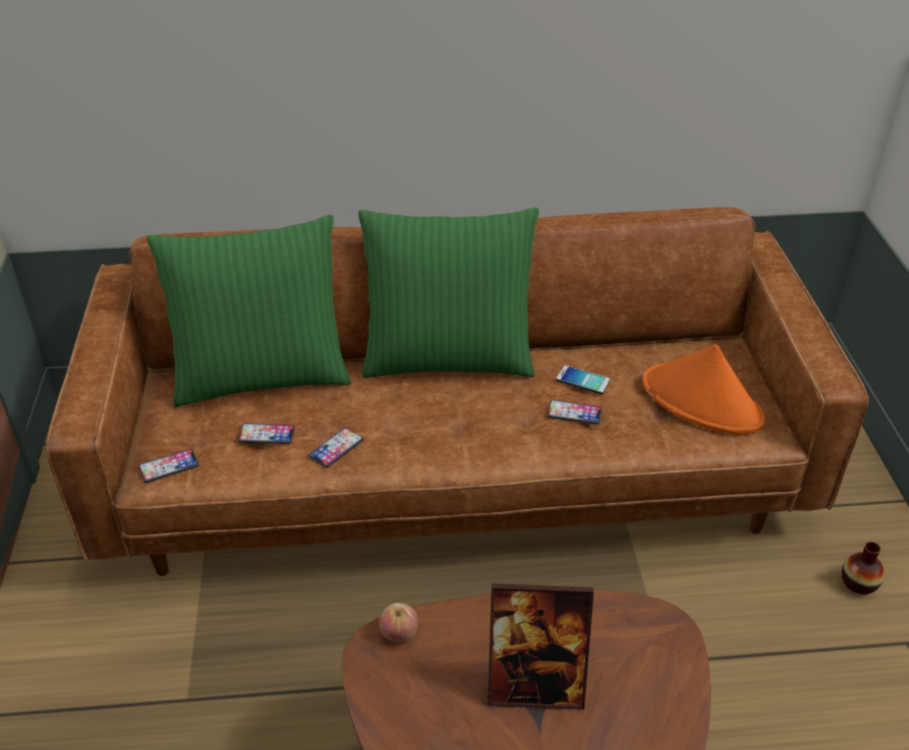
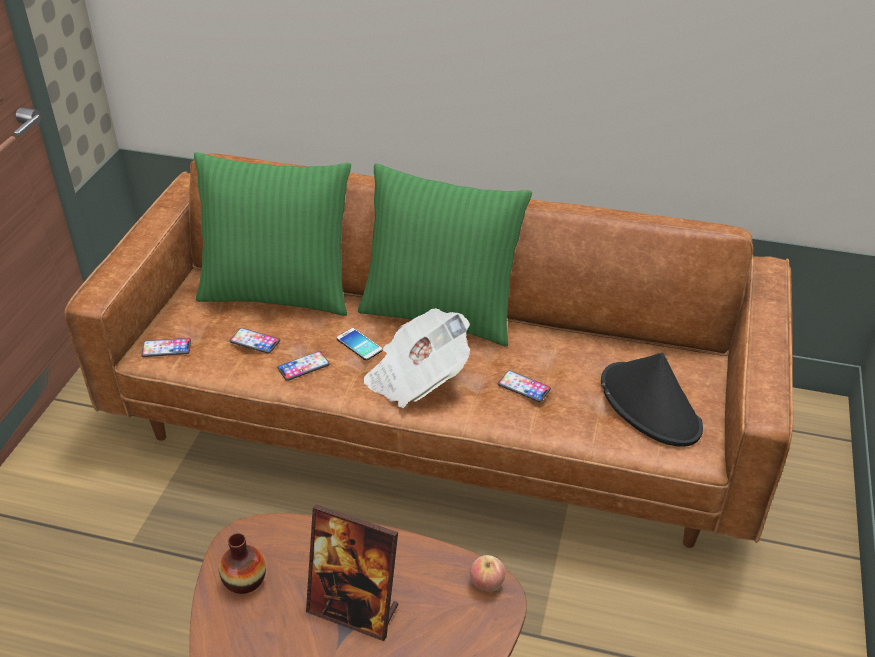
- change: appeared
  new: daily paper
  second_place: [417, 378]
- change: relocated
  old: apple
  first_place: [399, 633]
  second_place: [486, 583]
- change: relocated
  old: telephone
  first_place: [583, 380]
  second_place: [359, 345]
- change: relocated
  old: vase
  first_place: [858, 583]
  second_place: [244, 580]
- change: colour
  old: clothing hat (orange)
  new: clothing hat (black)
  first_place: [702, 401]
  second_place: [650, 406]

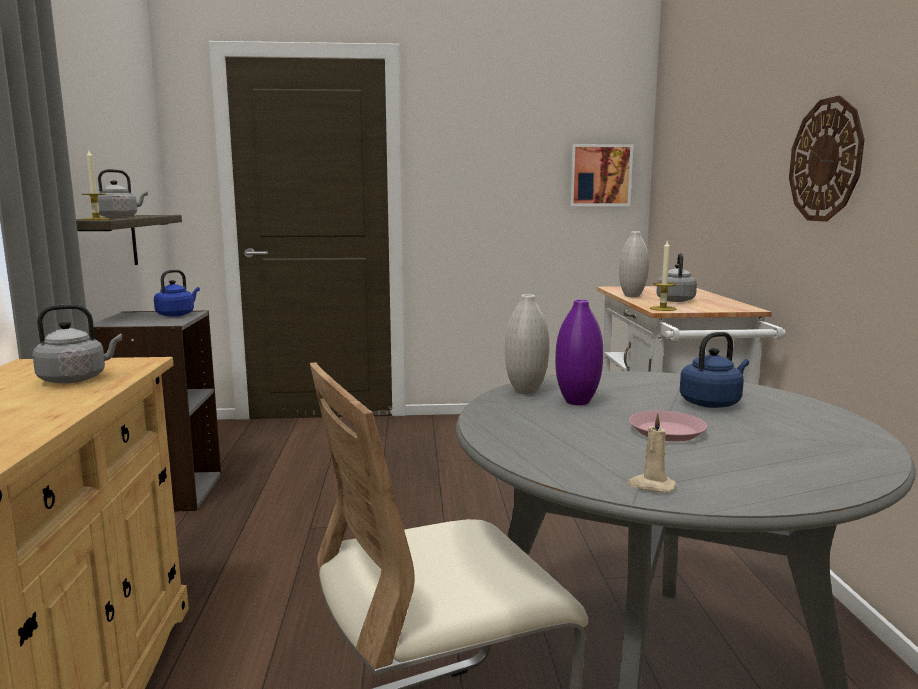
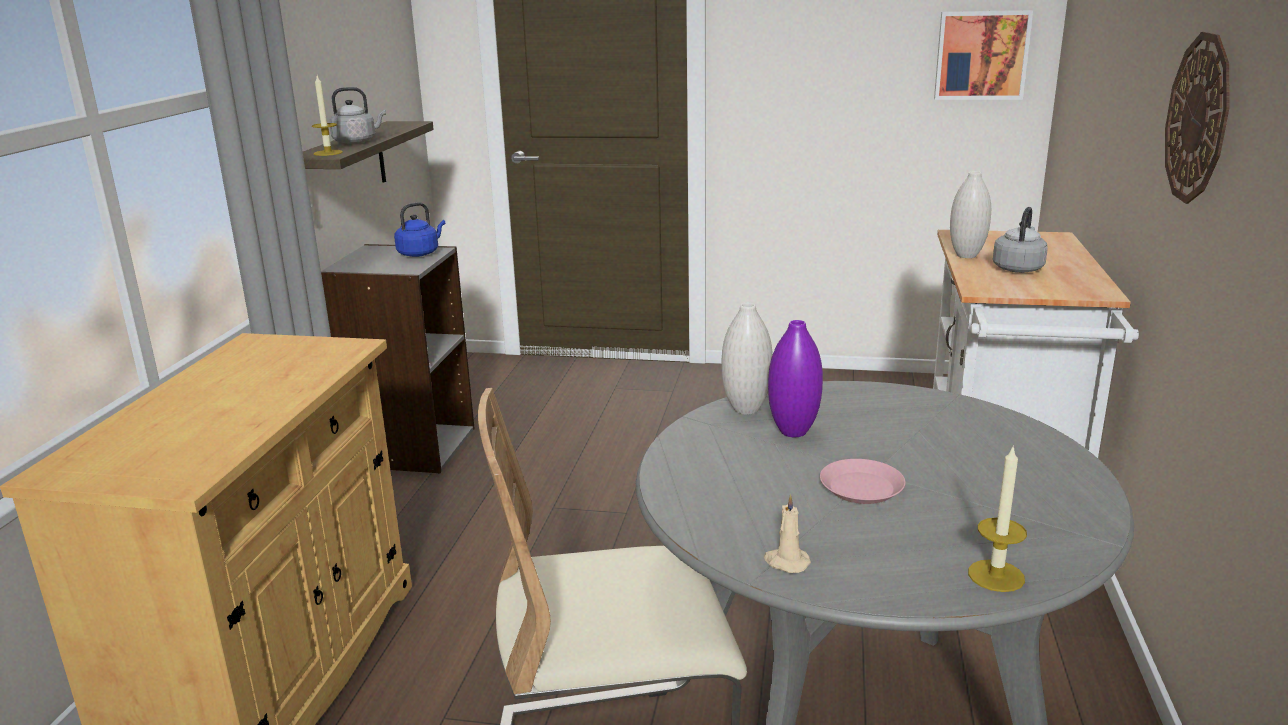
- change: missing
  old: tea kettle (grey)
  first_place: [76, 379]
- change: missing
  old: tea kettle (blue-coloured)
  first_place: [712, 403]
- change: relocated
  old: wax candle
  first_place: [663, 308]
  second_place: [996, 576]

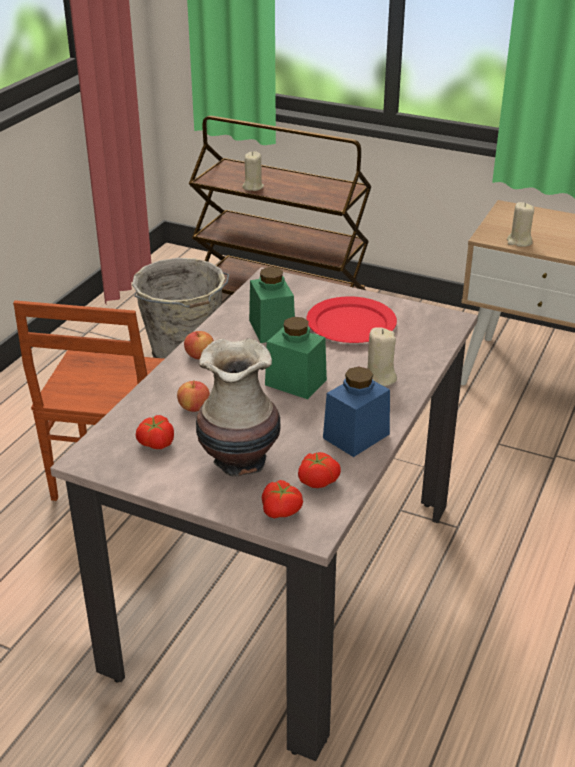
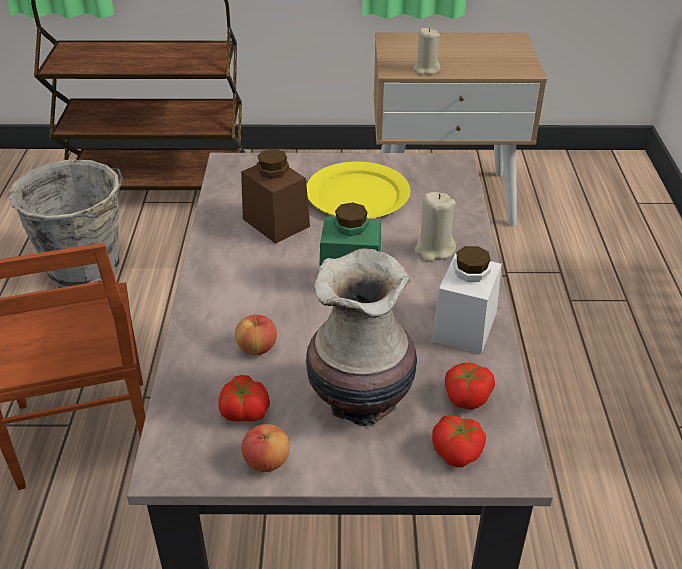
- change: missing
  old: wax candle (beige-coloured)
  first_place: [253, 187]
- change: relocated
  old: apple
  first_place: [199, 355]
  second_place: [266, 461]
- change: colour
  old: jar (green-coloured)
  new: jar (brown)
  first_place: [272, 329]
  second_place: [276, 222]
- change: colour
  old: dinner plate (reddish)
  new: dinner plate (yellowish)
  first_place: [350, 324]
  second_place: [356, 195]
- change: colour
  old: jar (blue-coloured)
  new: jar (white)
  first_place: [356, 436]
  second_place: [464, 327]

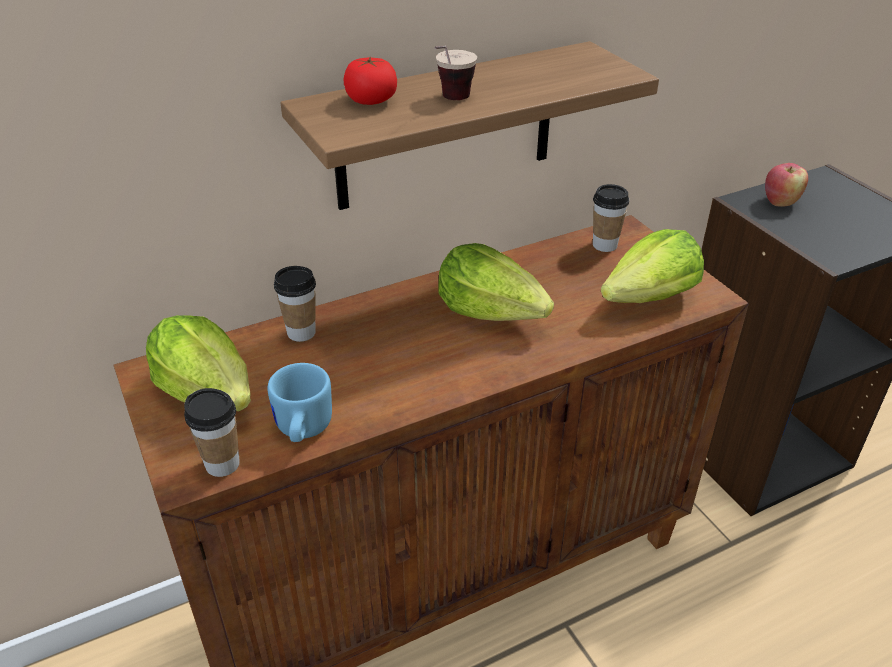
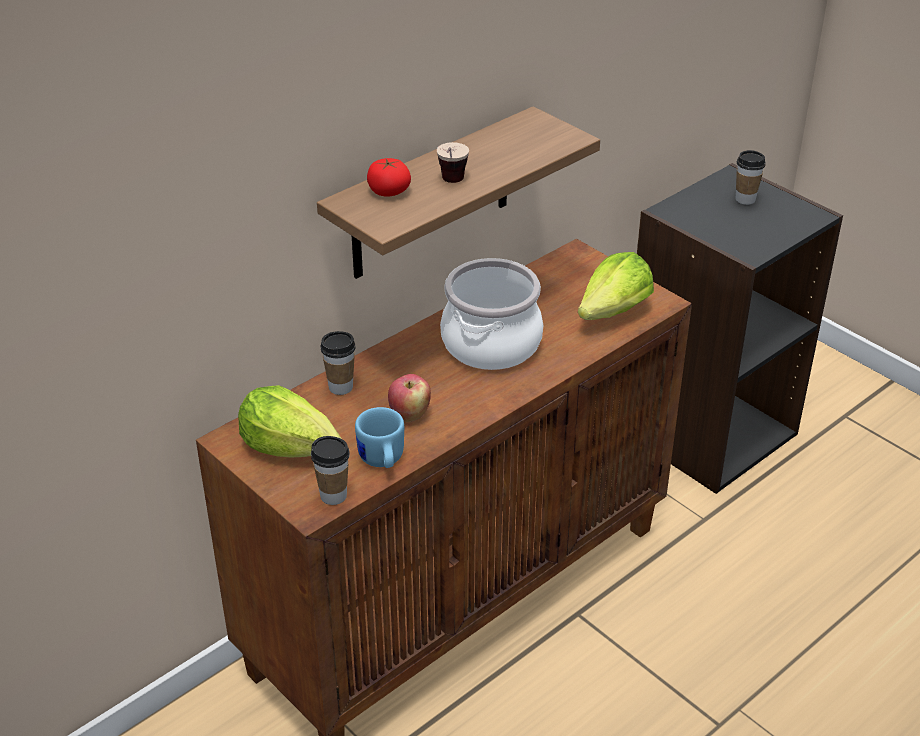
- change: relocated
  old: small cup
  first_place: [604, 245]
  second_place: [745, 199]
- change: relocated
  old: apple
  first_place: [780, 202]
  second_place: [409, 415]
- change: exchanged
  old: lettuce
  new: saucepot
  first_place: [491, 311]
  second_place: [490, 343]

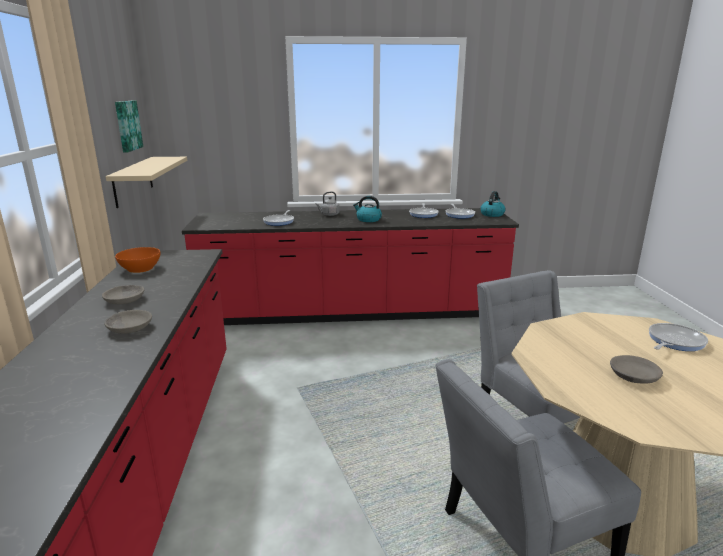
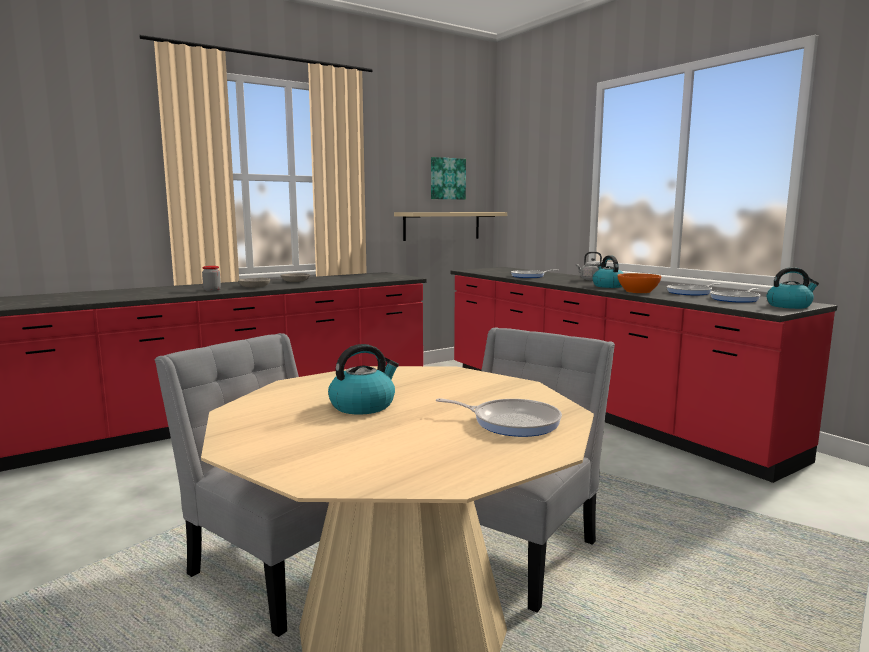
- change: appeared
  new: jar
  second_place: [212, 290]
- change: relocated
  old: deep dish (orange)
  first_place: [140, 268]
  second_place: [638, 291]
- change: exchanged
  old: deep dish (grey)
  new: tea kettle
  first_place: [632, 376]
  second_place: [363, 405]

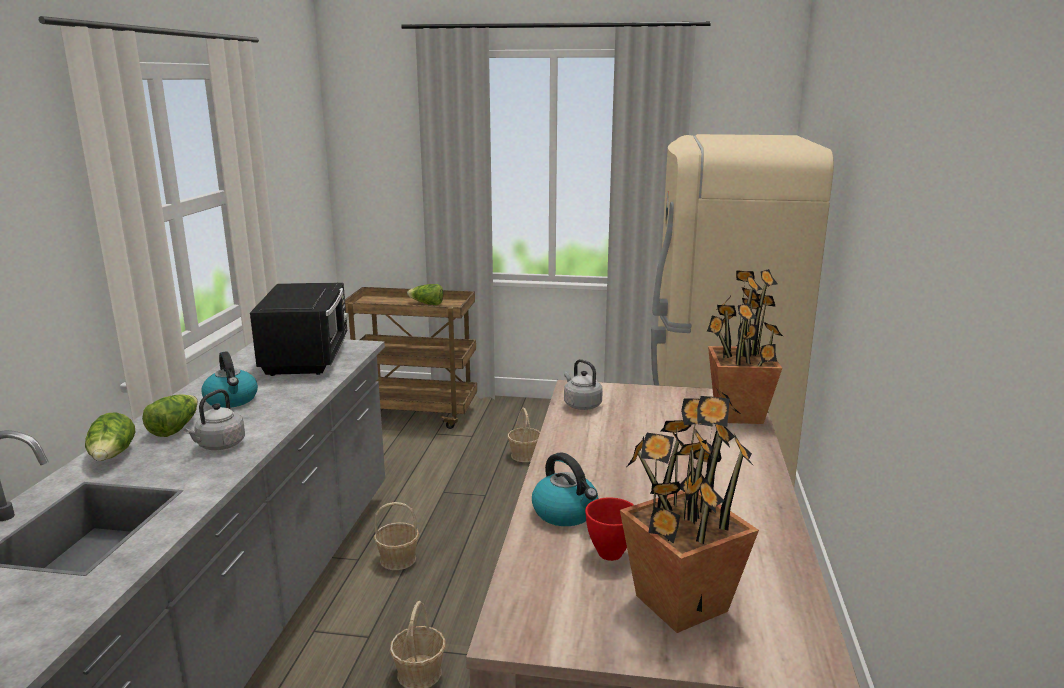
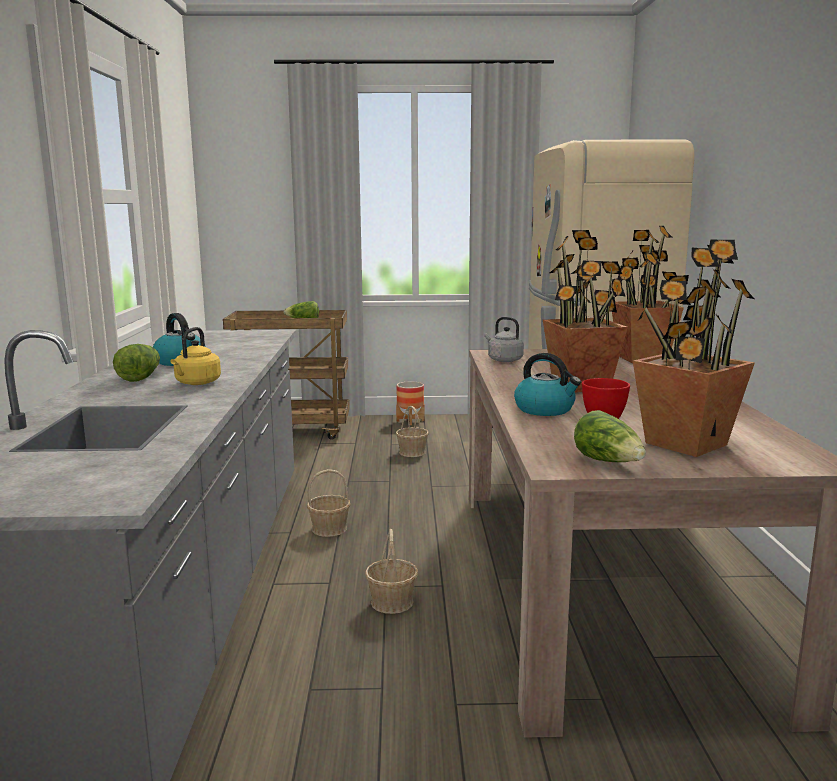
- change: missing
  old: microwave (black)
  first_place: [307, 357]
- change: appeared
  new: plant pot
  second_place: [410, 421]
- change: appeared
  new: plant in a pot
  second_place: [581, 386]
- change: relocated
  old: lettuce
  first_place: [112, 456]
  second_place: [609, 462]
- change: colour
  old: tea kettle (grey)
  new: tea kettle (yellowish)
  first_place: [219, 445]
  second_place: [196, 383]

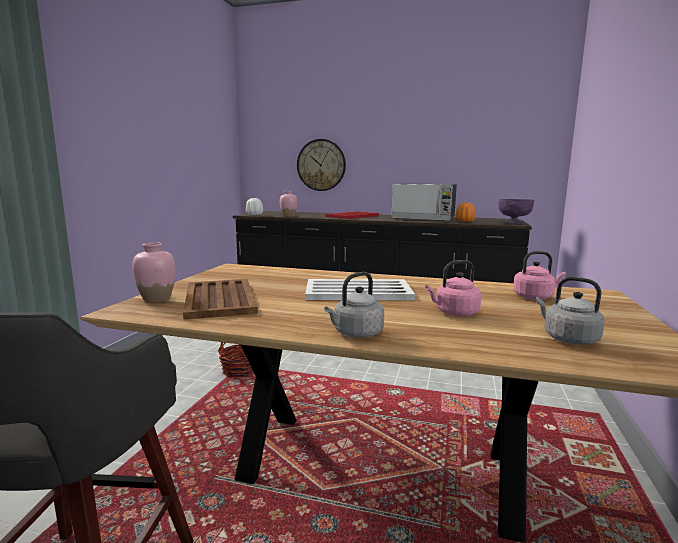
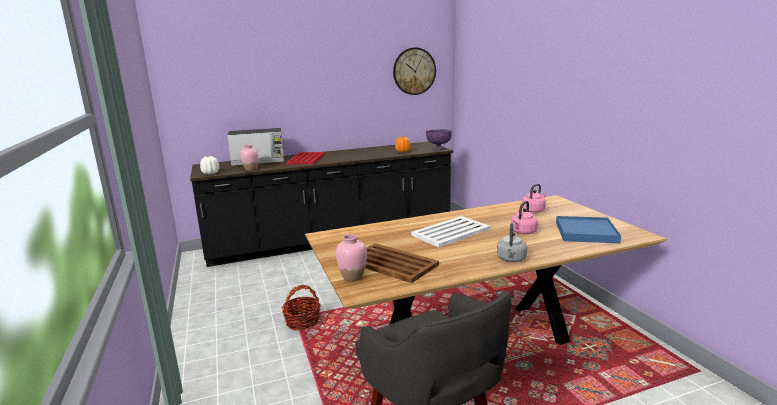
- change: relocated
  old: hanging clock
  first_place: [321, 165]
  second_place: [414, 71]
- change: relocated
  old: microwave
  first_place: [423, 219]
  second_place: [258, 161]
- change: exchanged
  old: tea kettle (grey)
  new: tray (blue-coloured)
  first_place: [567, 338]
  second_place: [586, 232]

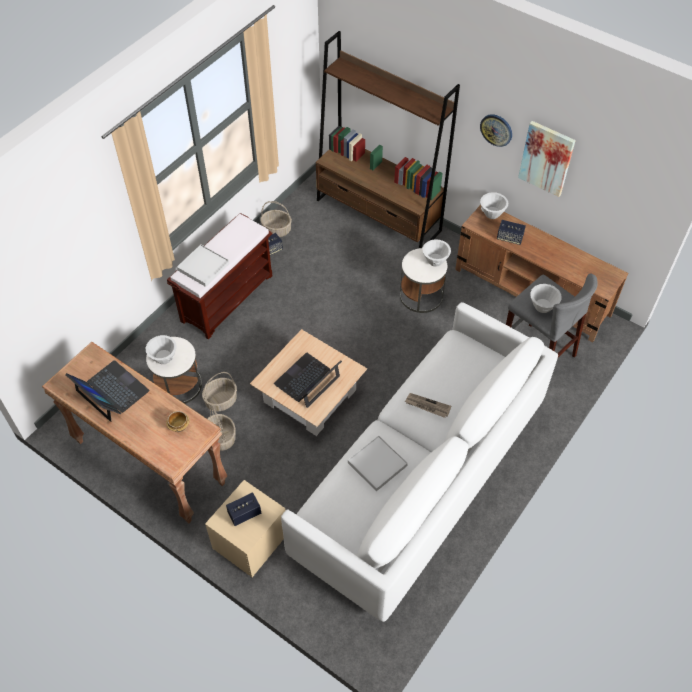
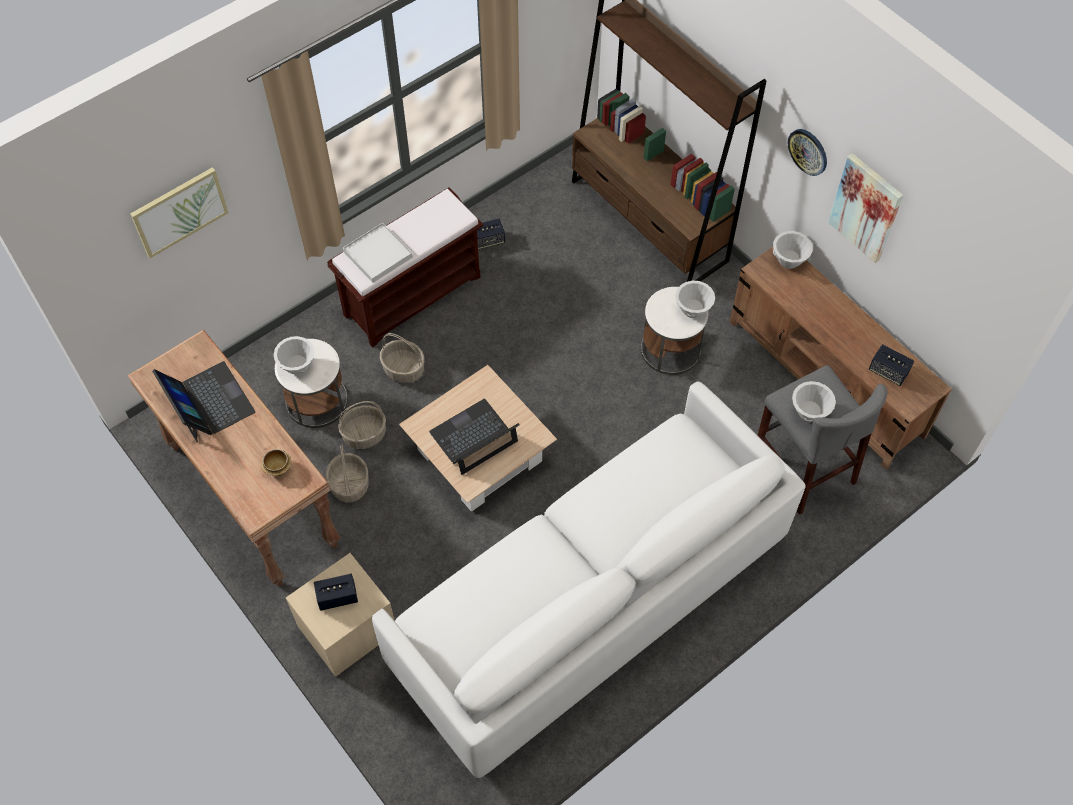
- change: missing
  old: tray (white)
  first_place: [377, 464]
- change: missing
  old: daily paper
  first_place: [427, 406]
- change: appeared
  new: wall art
  second_place: [179, 211]
- change: relocated
  old: household basket
  first_place: [277, 230]
  second_place: [404, 369]
- change: relocated
  old: loudspeaker
  first_place: [509, 238]
  second_place: [888, 372]

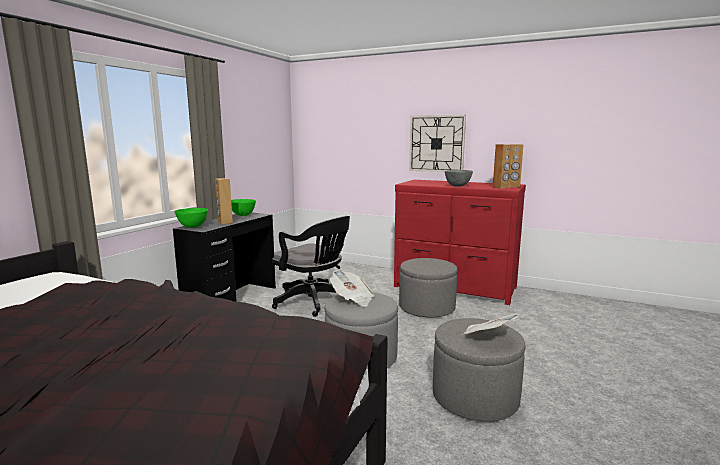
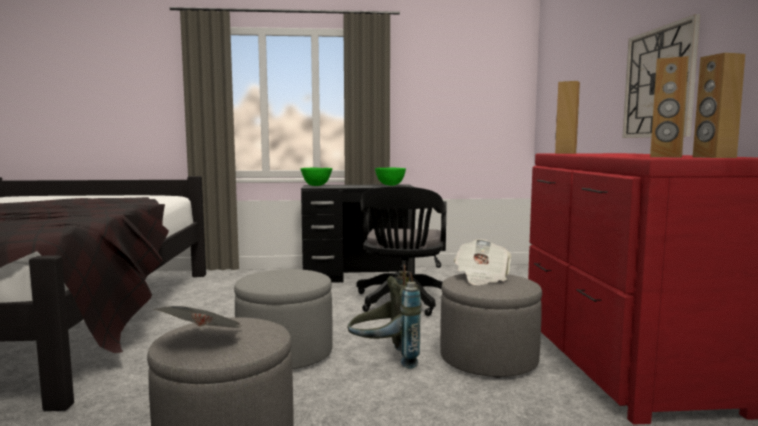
- change: missing
  old: deep dish (grey)
  first_place: [457, 186]
- change: appeared
  new: knapsack (grey)
  second_place: [385, 359]
- change: relocated
  old: loudspeaker (brown)
  first_place: [225, 222]
  second_place: [565, 153]
- change: relocated
  old: daily paper
  first_place: [352, 299]
  second_place: [482, 277]

